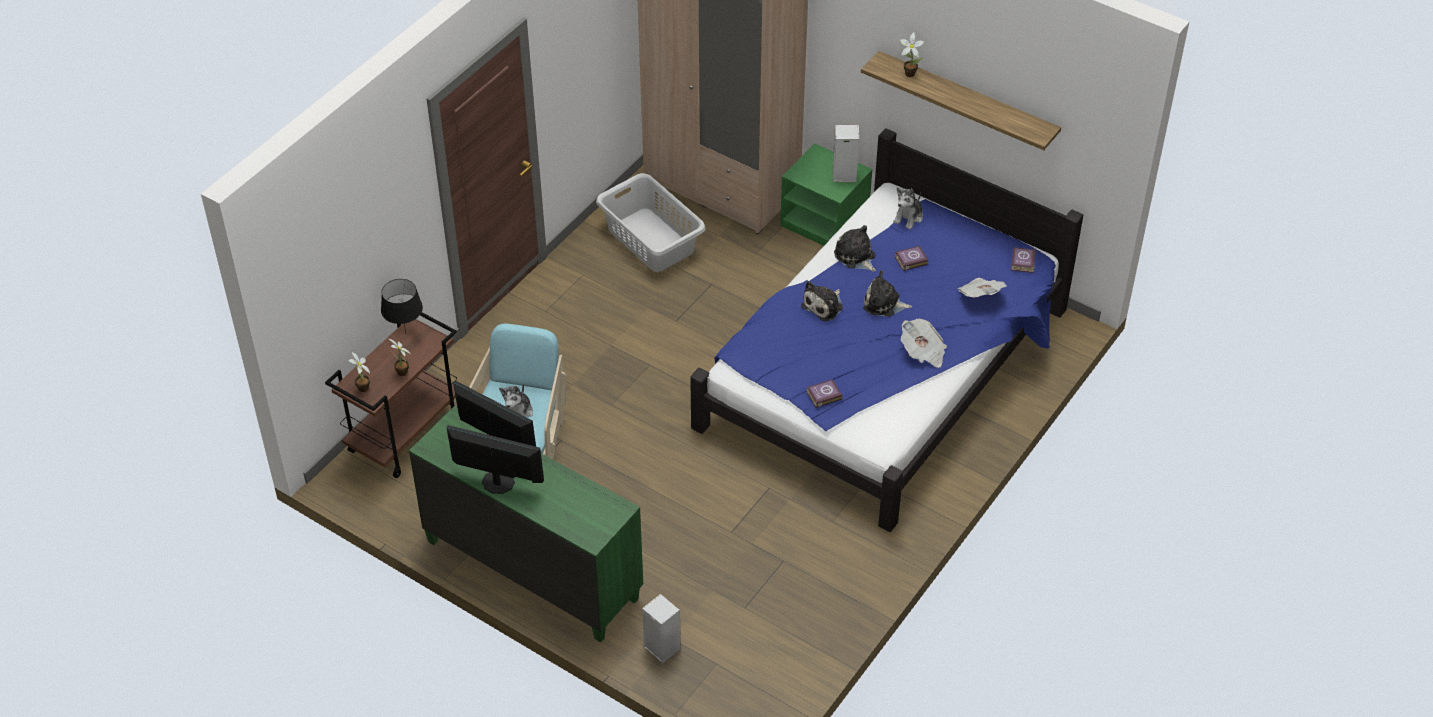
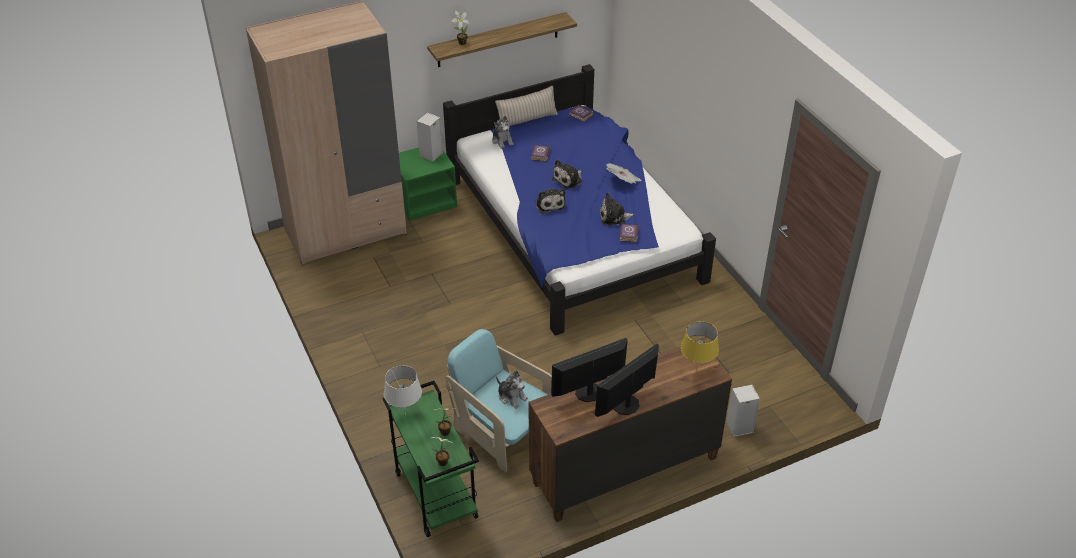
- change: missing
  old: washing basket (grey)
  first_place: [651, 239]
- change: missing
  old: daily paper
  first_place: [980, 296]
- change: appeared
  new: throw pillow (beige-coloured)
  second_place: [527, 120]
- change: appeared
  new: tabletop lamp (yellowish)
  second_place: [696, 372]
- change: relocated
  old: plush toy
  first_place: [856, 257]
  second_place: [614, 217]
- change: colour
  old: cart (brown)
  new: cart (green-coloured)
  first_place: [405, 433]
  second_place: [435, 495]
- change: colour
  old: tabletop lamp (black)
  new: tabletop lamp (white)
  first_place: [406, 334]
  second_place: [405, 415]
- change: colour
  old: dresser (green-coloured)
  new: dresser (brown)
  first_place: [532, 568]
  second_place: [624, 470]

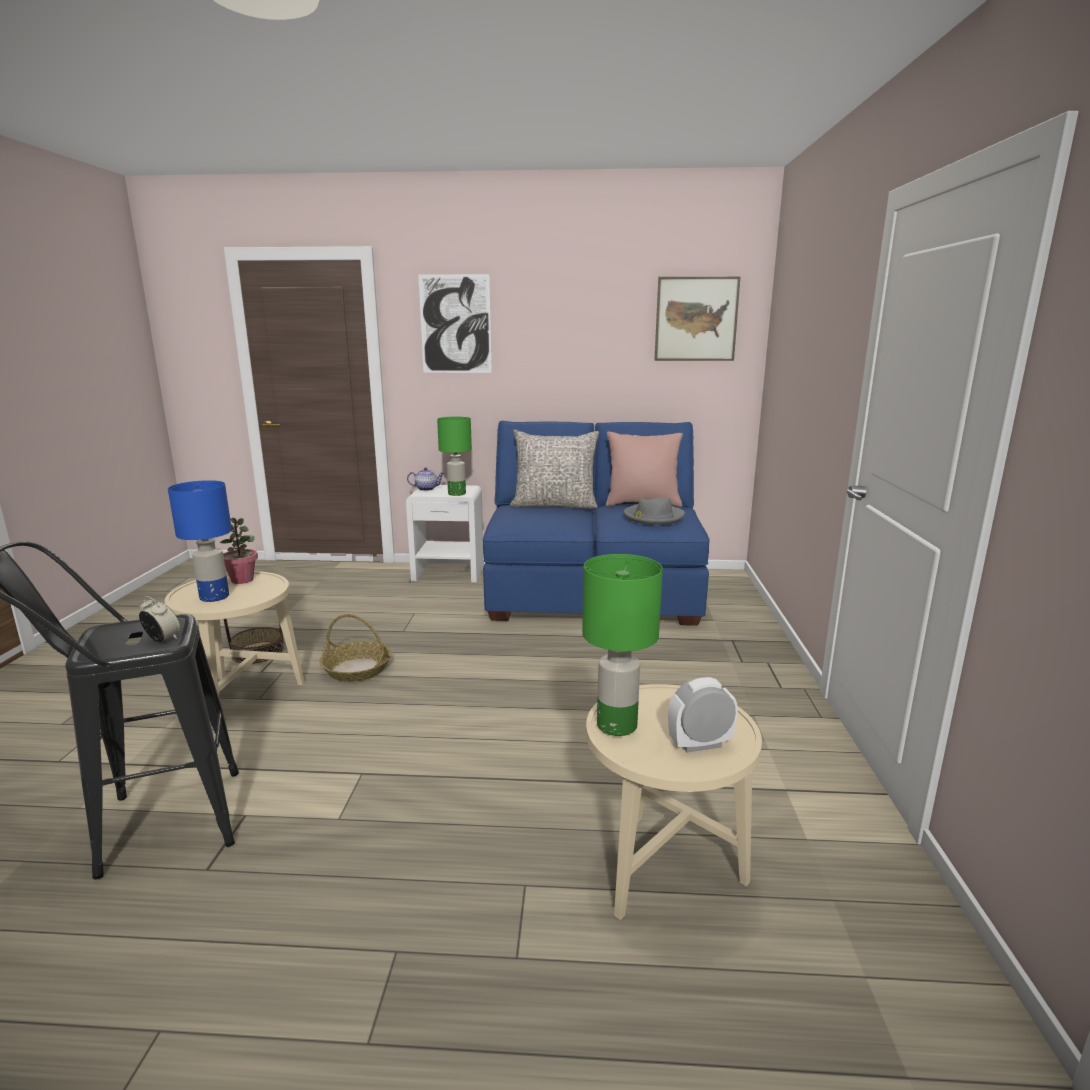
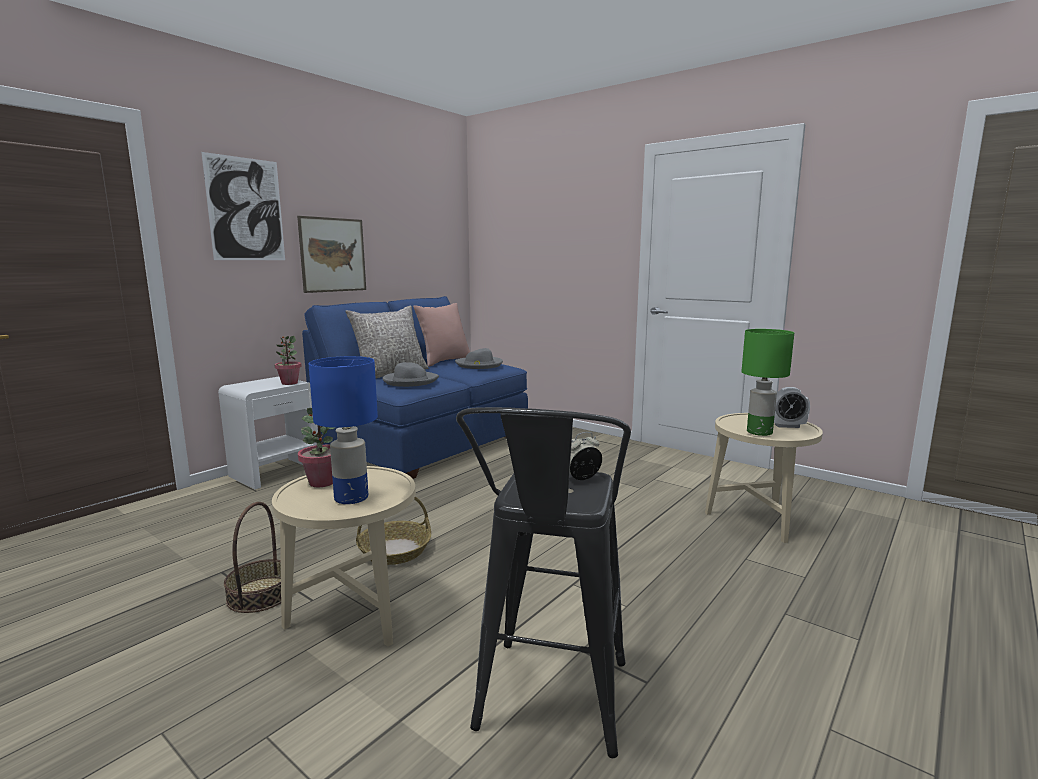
- change: missing
  old: teapot
  first_place: [427, 489]
- change: appeared
  new: clothing hat (grey)
  second_place: [410, 381]
- change: relocated
  old: wall art
  first_place: [696, 319]
  second_place: [333, 255]
- change: exchanged
  old: tabletop lamp (green-coloured)
  new: plant in a pot
  first_place: [456, 494]
  second_place: [289, 383]
- change: spun
  old: alarm clock
  first_place: [700, 744]
  second_place: [787, 426]
  degrees: -105

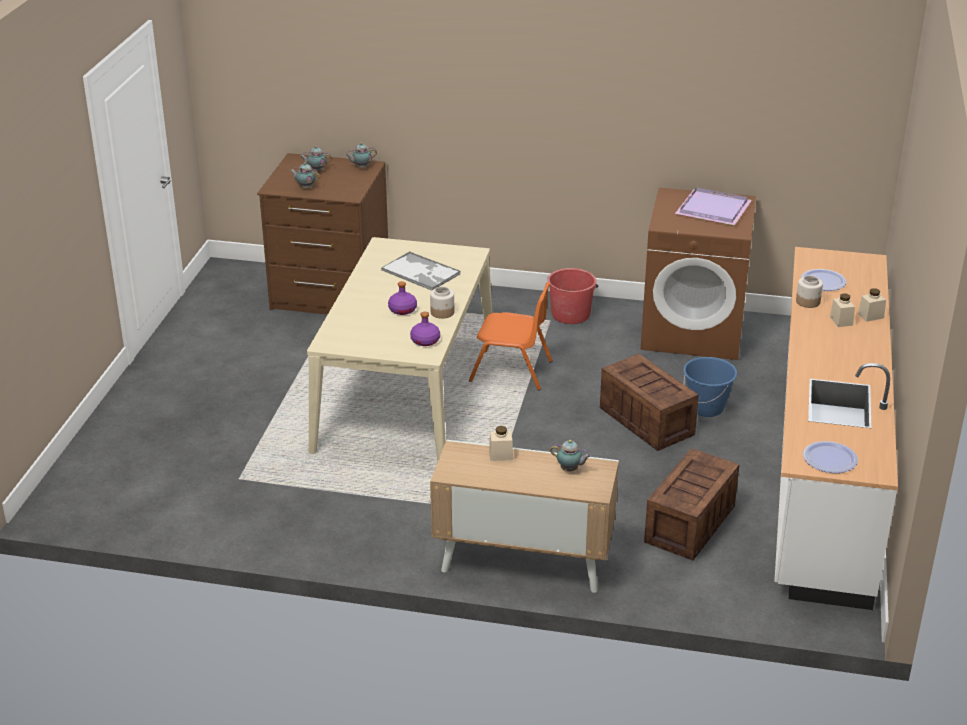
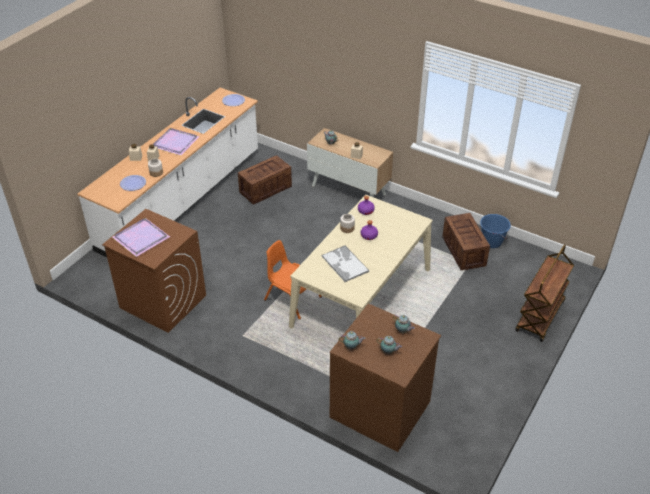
- change: missing
  old: pail (reddish)
  first_place: [570, 314]
- change: appeared
  new: tray (purplish)
  second_place: [175, 142]
- change: appeared
  new: cart (brown)
  second_place: [540, 317]
- change: relocated
  old: packing crate
  first_place: [645, 420]
  second_place: [464, 251]
- change: relocated
  old: pail (blue-coloured)
  first_place: [706, 408]
  second_place: [491, 242]

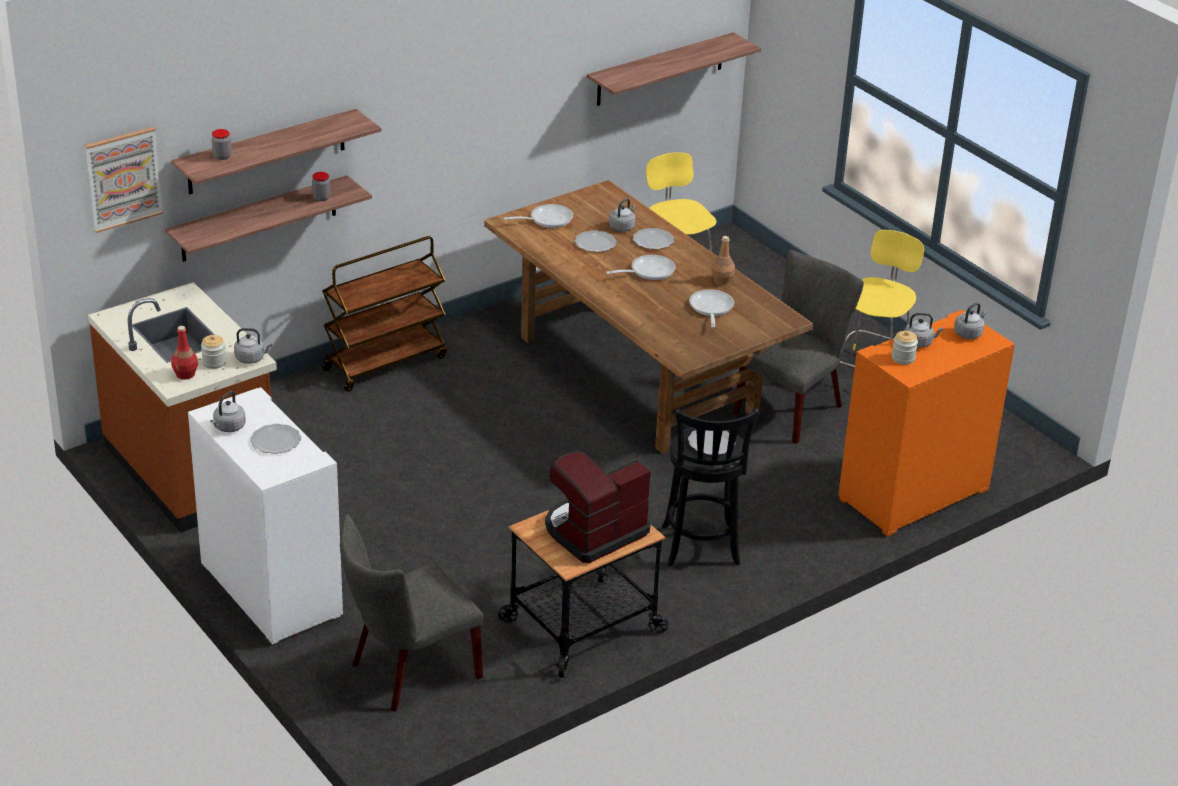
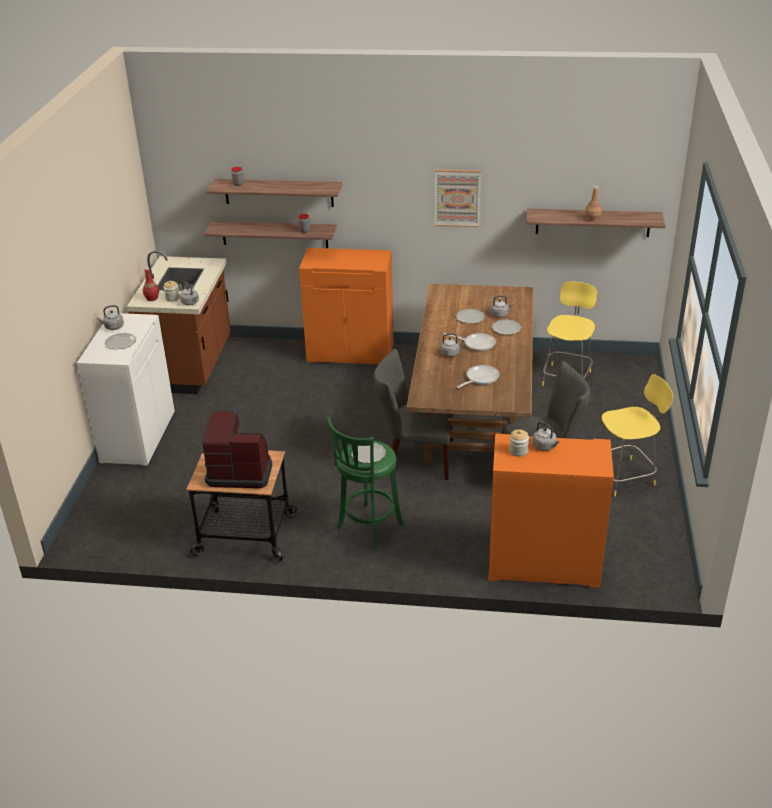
- change: missing
  old: skillet
  first_place: [547, 219]
- change: relocated
  old: wall art
  first_place: [123, 179]
  second_place: [457, 198]
- change: relocated
  old: plain chair (grey)
  first_place: [408, 672]
  second_place: [414, 460]
- change: relocated
  old: drink bottle (brown)
  first_place: [722, 281]
  second_place: [592, 219]
- change: relocated
  old: tea kettle (grey)
  first_place: [969, 333]
  second_place: [451, 353]
- change: exchanged
  old: cart (brown)
  new: storage cabinet (orange)
  first_place: [385, 362]
  second_place: [351, 352]
- change: colour
  old: sitting stool (black)
  new: sitting stool (green-coloured)
  first_place: [701, 548]
  second_place: [368, 528]

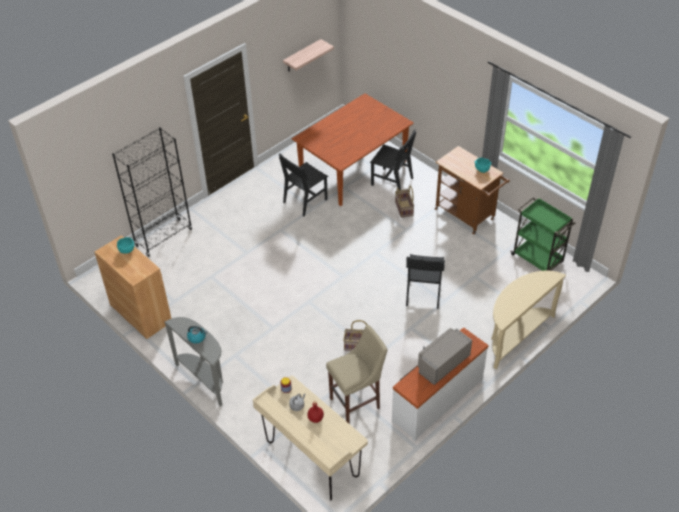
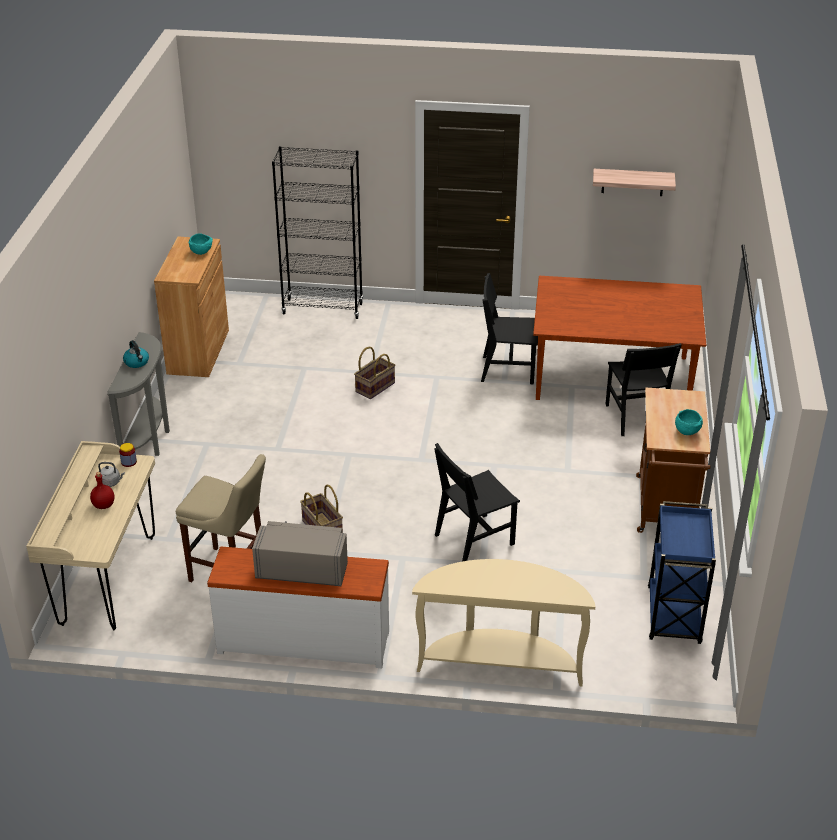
- change: relocated
  old: household basket
  first_place: [403, 209]
  second_place: [374, 387]
- change: colour
  old: cart (green-coloured)
  new: cart (blue-coloured)
  first_place: [538, 259]
  second_place: [674, 616]

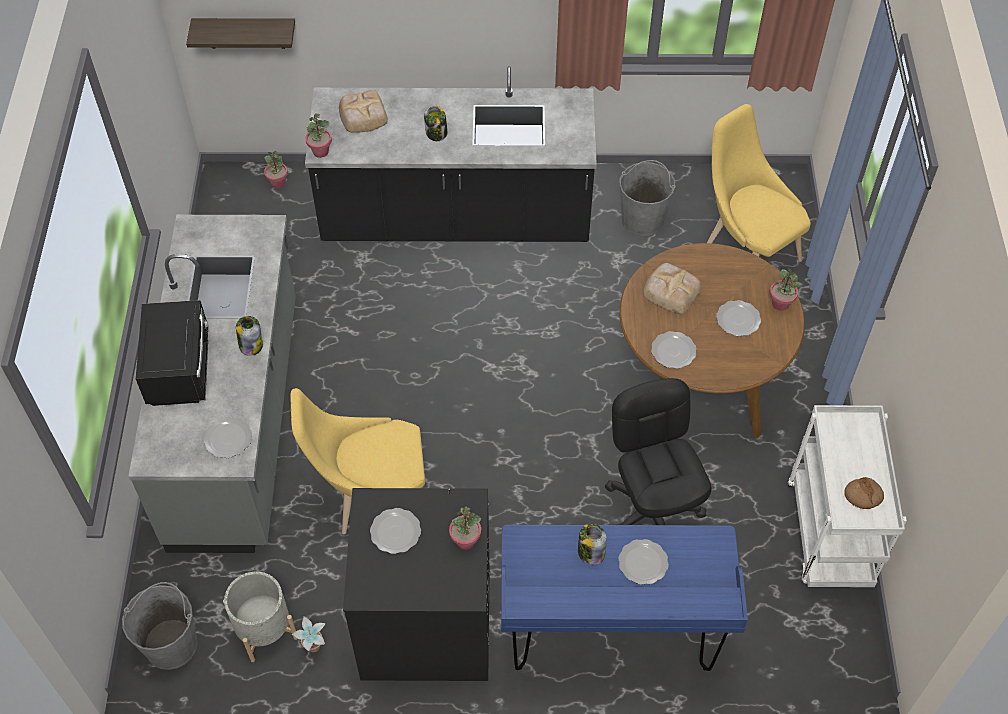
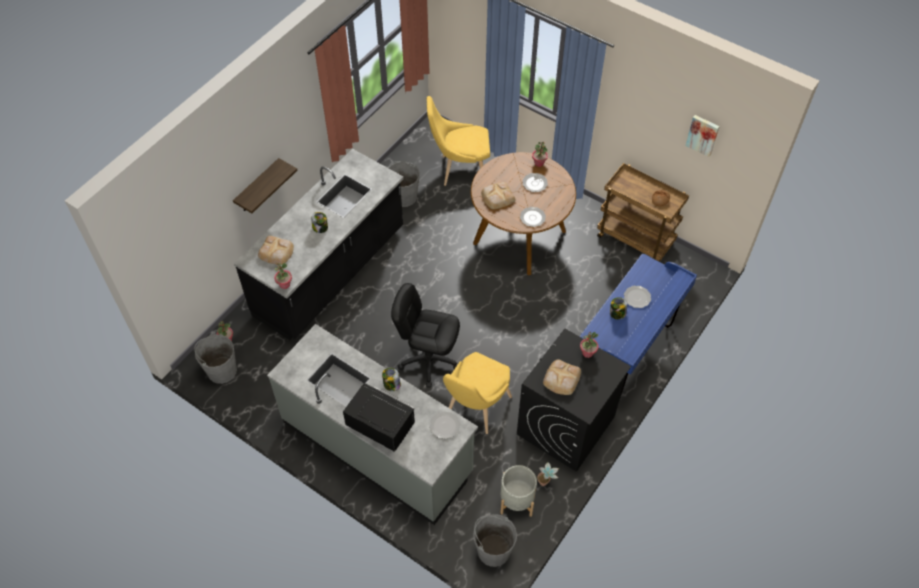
- change: appeared
  new: pail (grey)
  second_place: [221, 370]
- change: appeared
  new: wall art
  second_place: [703, 135]
- change: relocated
  old: wall shelf
  first_place: [245, 33]
  second_place: [258, 187]
- change: relocated
  old: desk chair (black)
  first_place: [651, 513]
  second_place: [429, 359]
- change: exchanged
  old: dinner plate
  new: bakery bread
  first_place: [395, 531]
  second_place: [561, 379]
- change: colour
  old: cart (white)
  new: cart (brown)
  first_place: [830, 535]
  second_place: [636, 239]

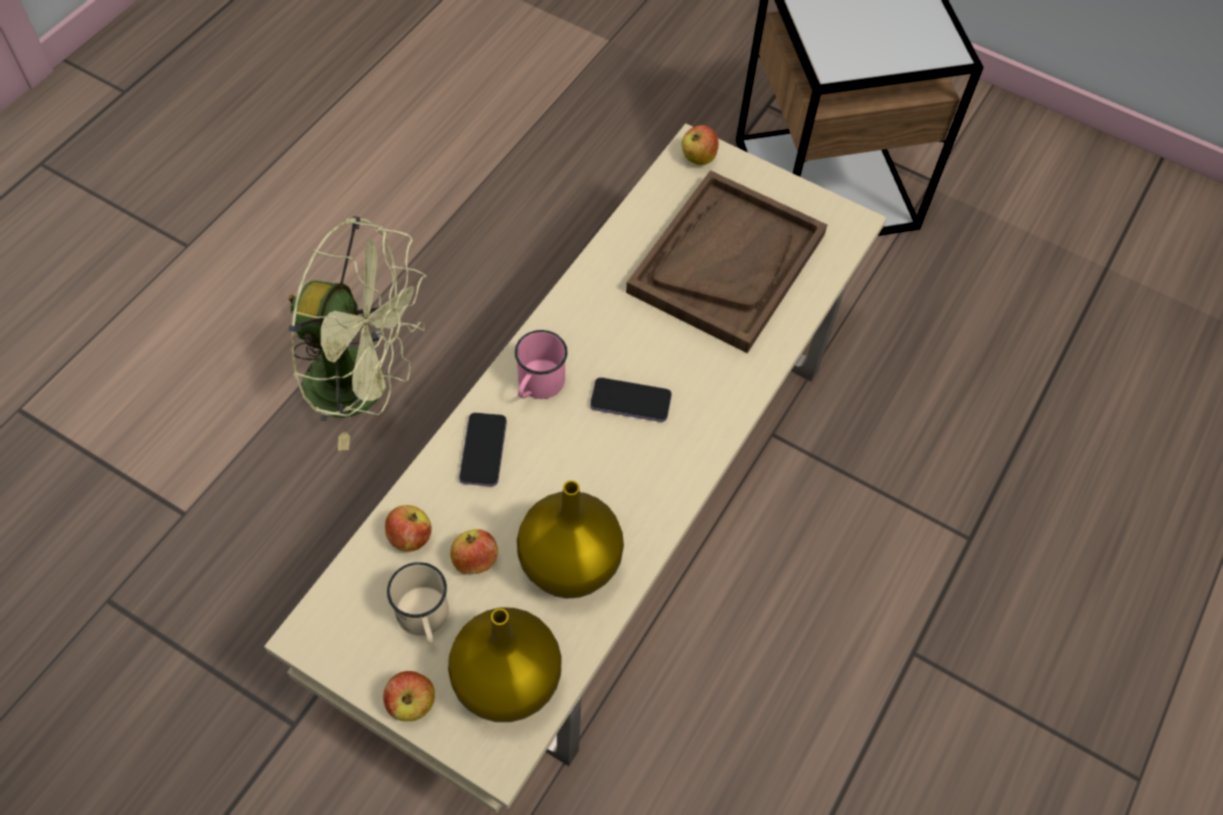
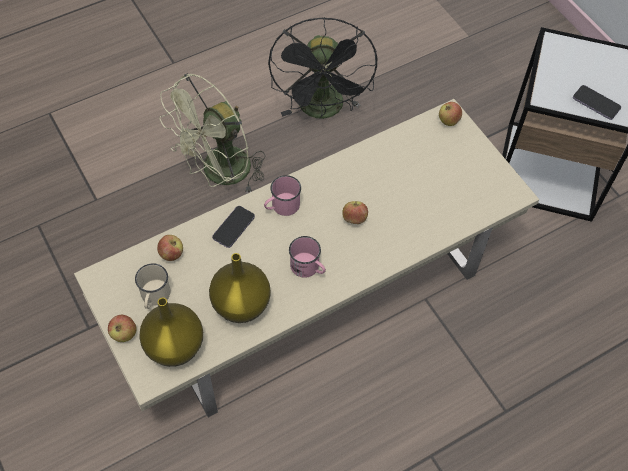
- change: missing
  old: tray (brown)
  first_place: [726, 262]
- change: appeared
  new: cooling fan (black)
  second_place: [323, 110]
- change: appeared
  new: tea mug (pinkish)
  second_place: [308, 268]
- change: relocated
  old: apple
  first_place: [475, 561]
  second_place: [354, 219]
- change: relocated
  old: telephone
  first_place: [630, 401]
  second_place: [596, 103]
- change: spun
  old: cooling fan (green-coloured)
  first_place: [364, 386]
  second_place: [219, 174]
  degrees: 90

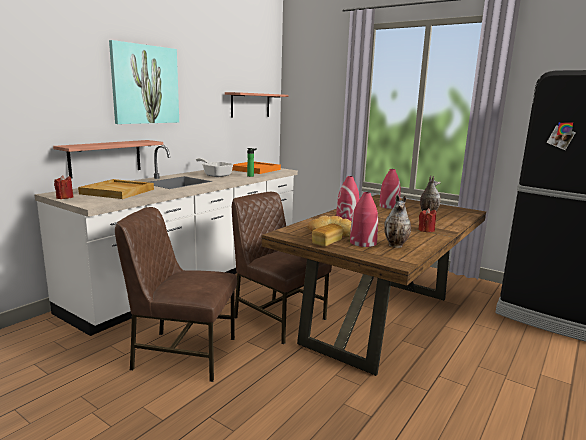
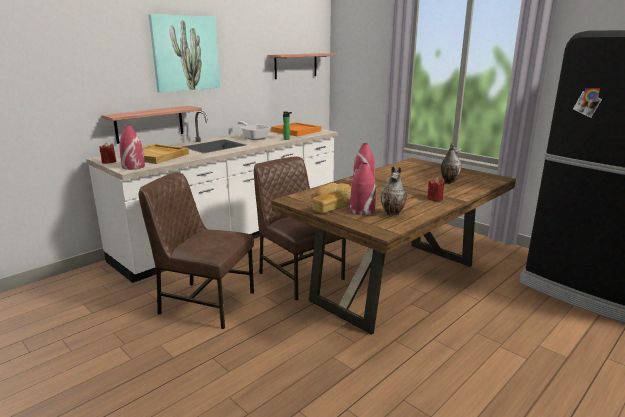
- change: relocated
  old: vase (reddish)
  first_place: [388, 206]
  second_place: [133, 166]

